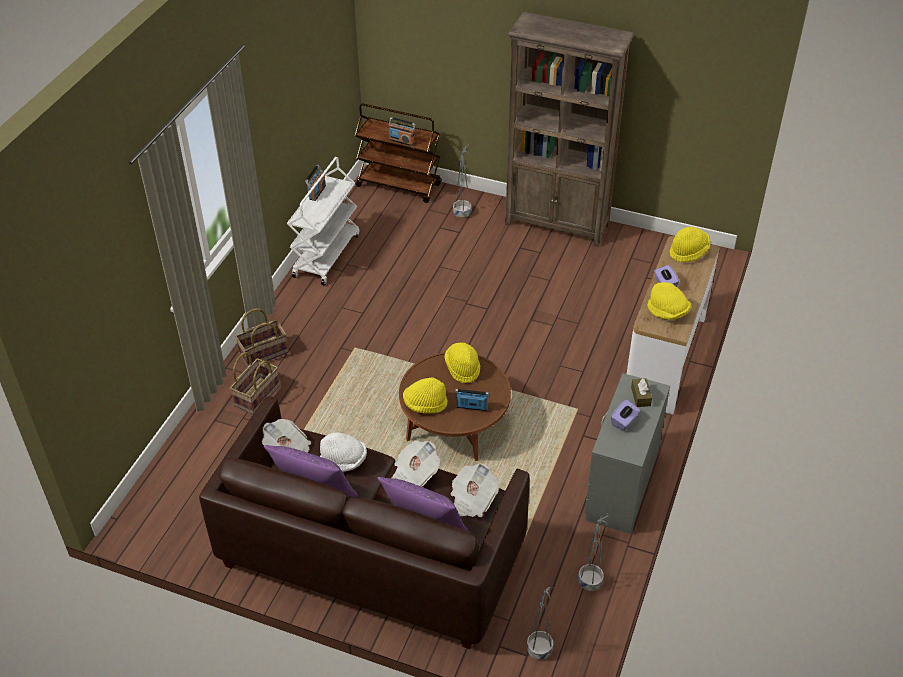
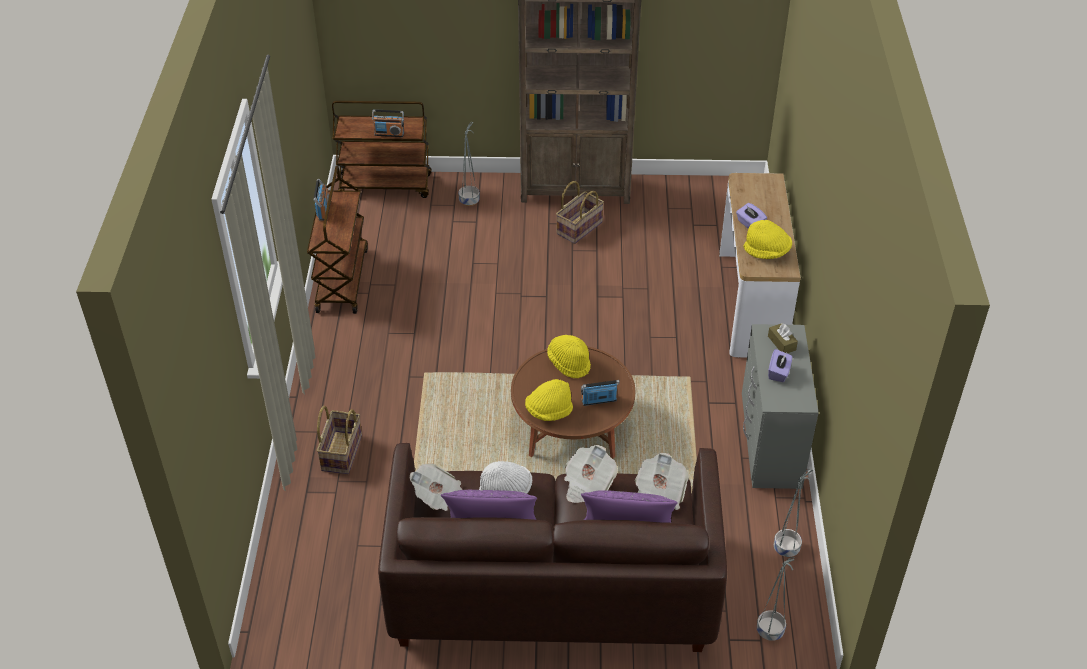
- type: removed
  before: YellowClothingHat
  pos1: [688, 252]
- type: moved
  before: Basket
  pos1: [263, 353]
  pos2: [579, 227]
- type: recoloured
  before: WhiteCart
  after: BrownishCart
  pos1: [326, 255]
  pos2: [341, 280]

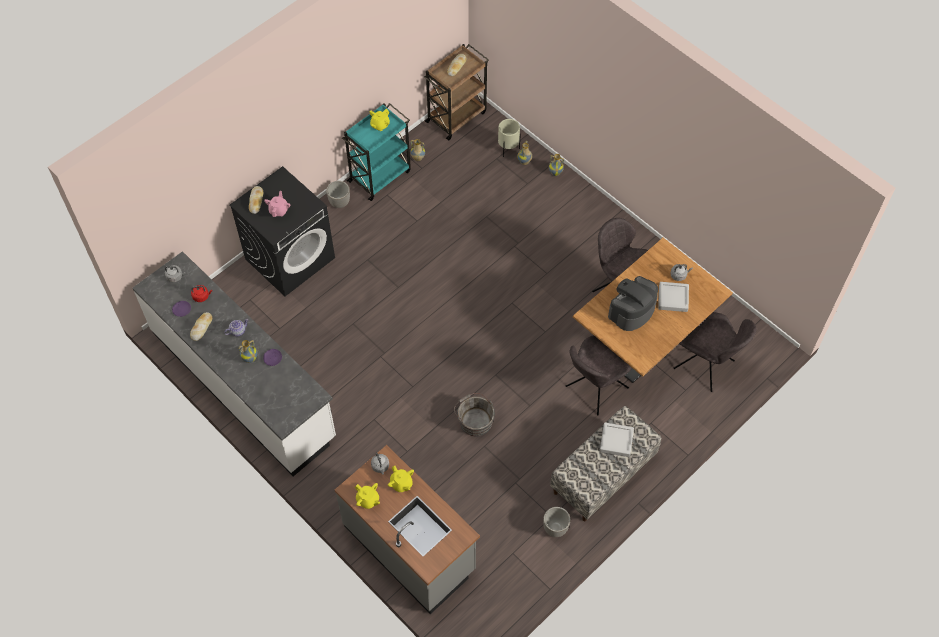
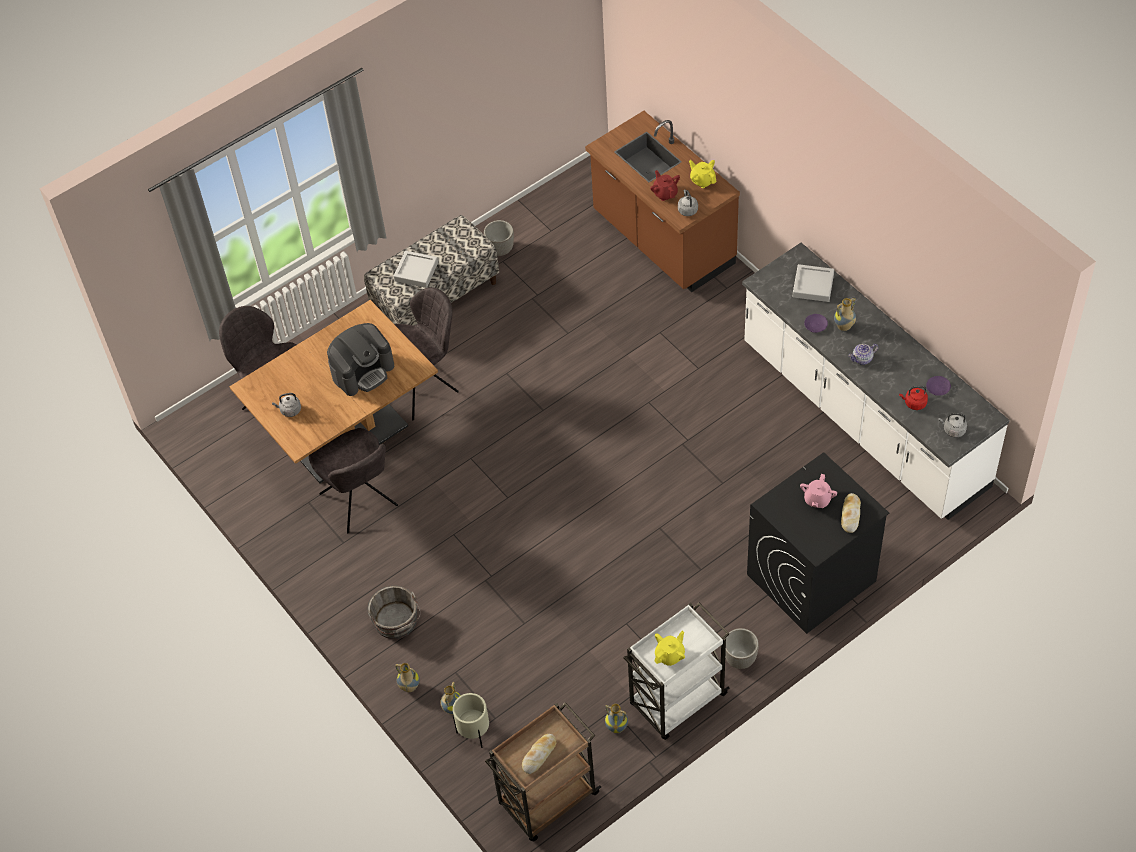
- type: removed
  before: BakedBread
  pos1: [201, 328]
- type: moved
  before: GreyBucket
  pos1: [474, 420]
  pos2: [397, 622]
- type: moved
  before: GreyTray
  pos1: [673, 298]
  pos2: [813, 286]
- type: recoloured
  before: GreyCounter
  after: BrownishCounter
  pos1: [410, 548]
  pos2: [662, 240]
- type: recoloured
  before: BlueGreenCart
  after: WhiteCart
  pos1: [380, 175]
  pos2: [677, 701]
- type: recoloured
  before: YellowTeapot
  after: RedColouredTeapot
  pos1: [401, 483]
  pos2: [665, 193]

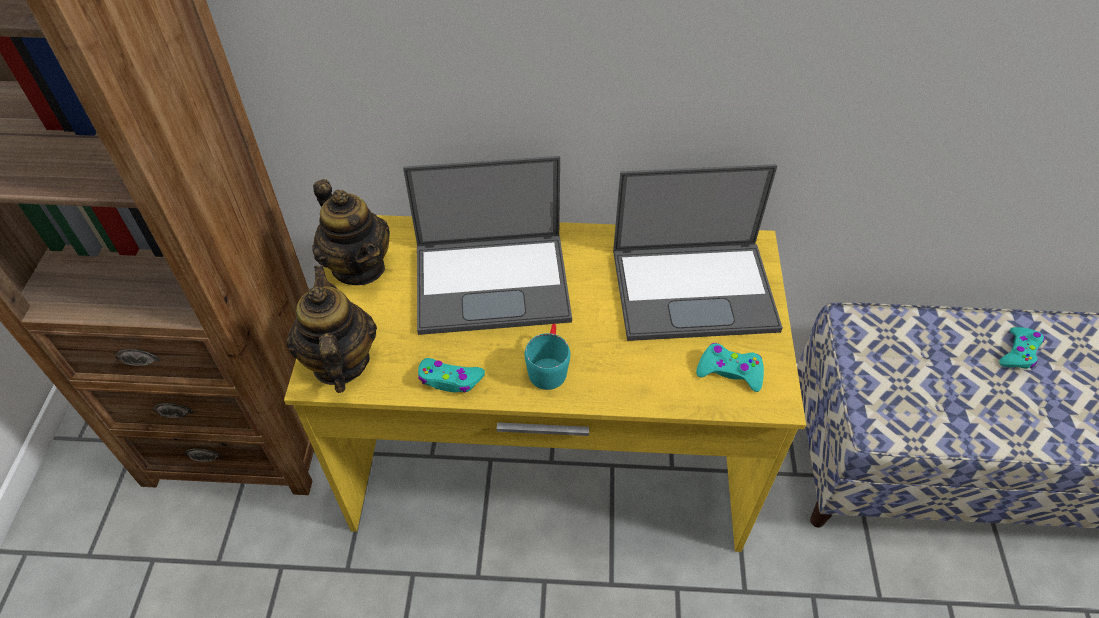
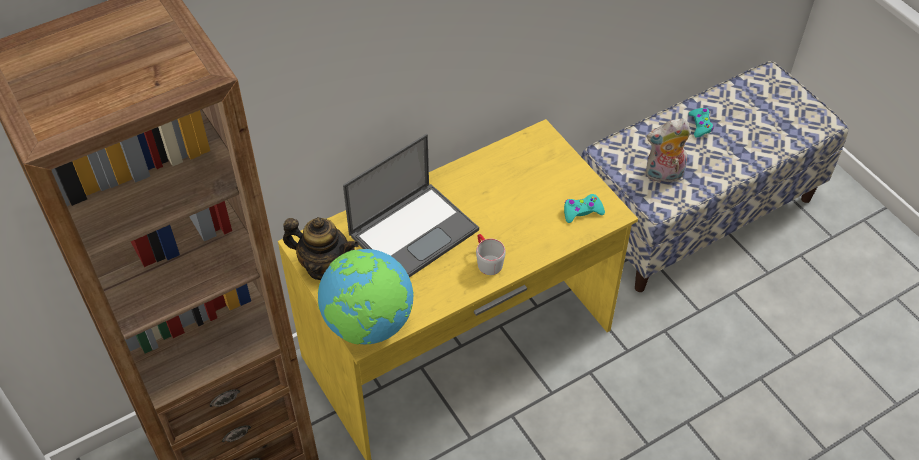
- type: removed
  before: BlueGreenGamepad
  pos1: [450, 380]
- type: removed
  before: NotebookComputer
  pos1: [695, 289]
- type: added
  after: CuddlyToy
  pos2: [663, 175]
- type: replaced
  before: Teapot
  after: Globe
  pos1: [340, 362]
  pos2: [368, 324]
- type: recoloured
  before: BlueGreenMug
  after: GreyMug
  pos1: [548, 366]
  pos2: [487, 260]

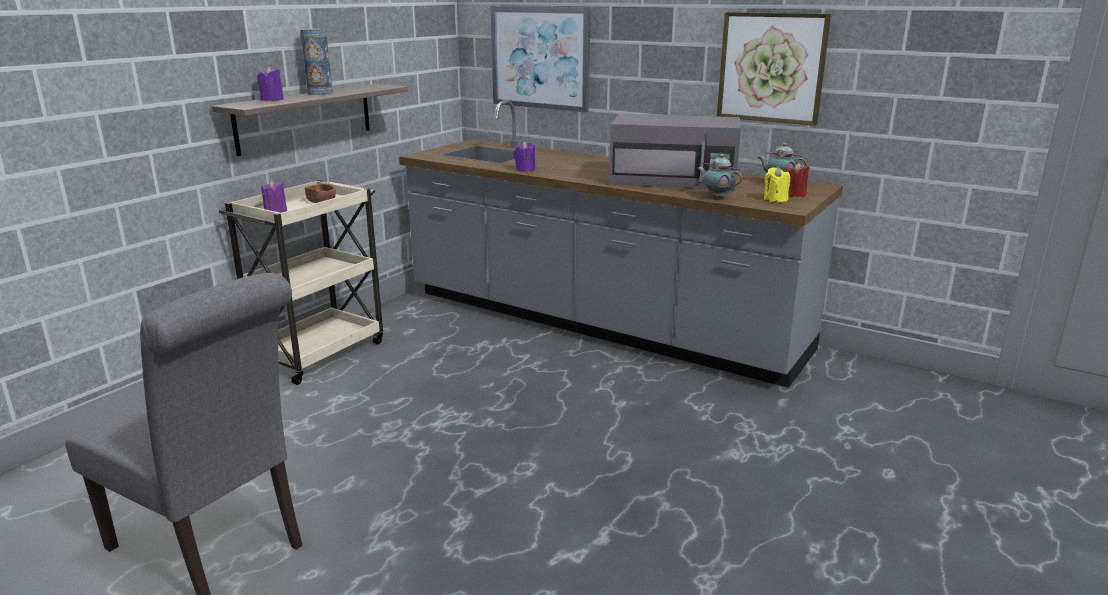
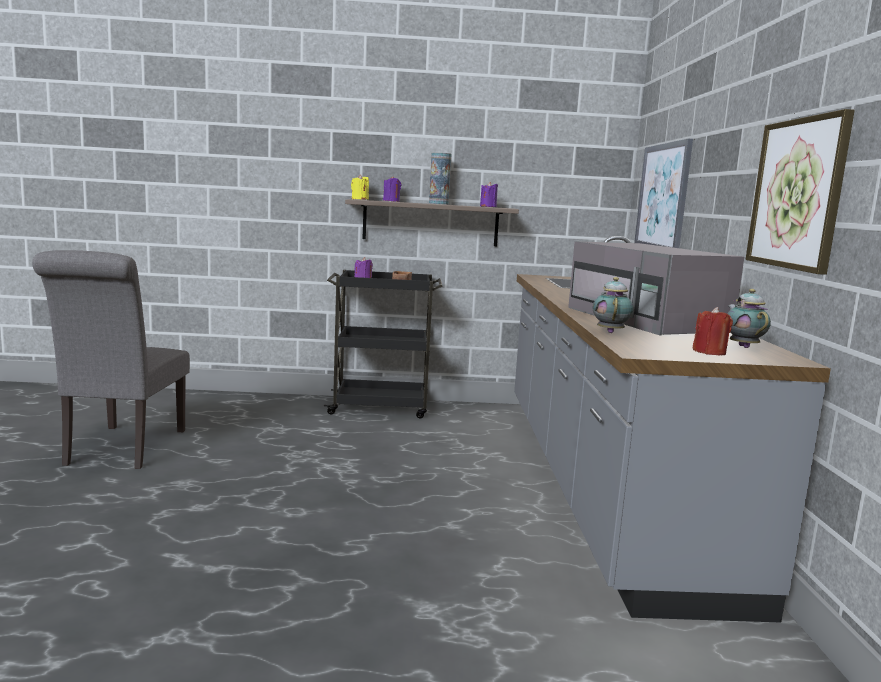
- type: moved
  before: PurplishCandle
  pos1: [525, 170]
  pos2: [488, 206]
- type: moved
  before: YellowCandle
  pos1: [775, 200]
  pos2: [360, 199]
- type: recoloured
  before: BeigeColouredCart
  after: BlackCart
  pos1: [319, 352]
  pos2: [381, 407]

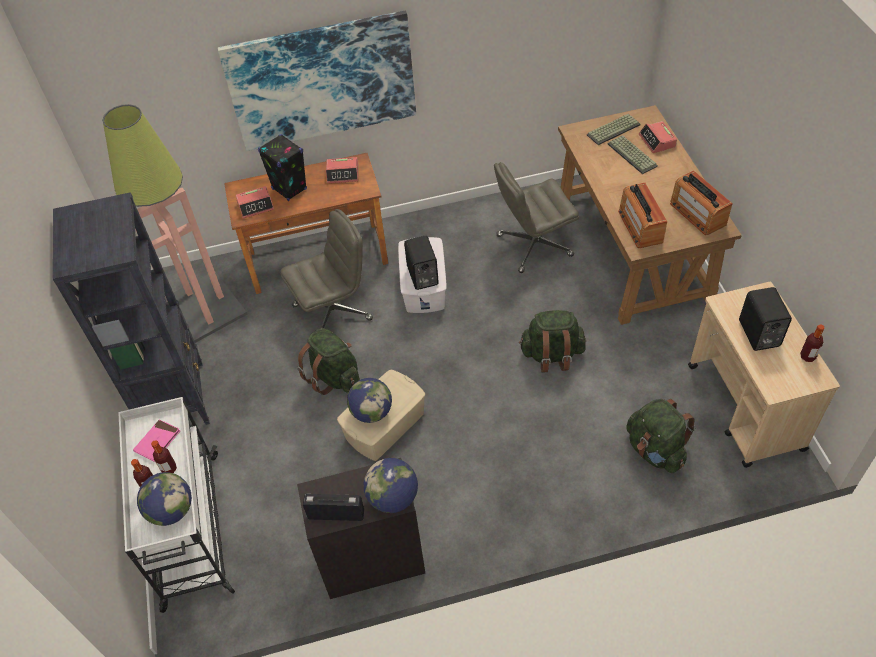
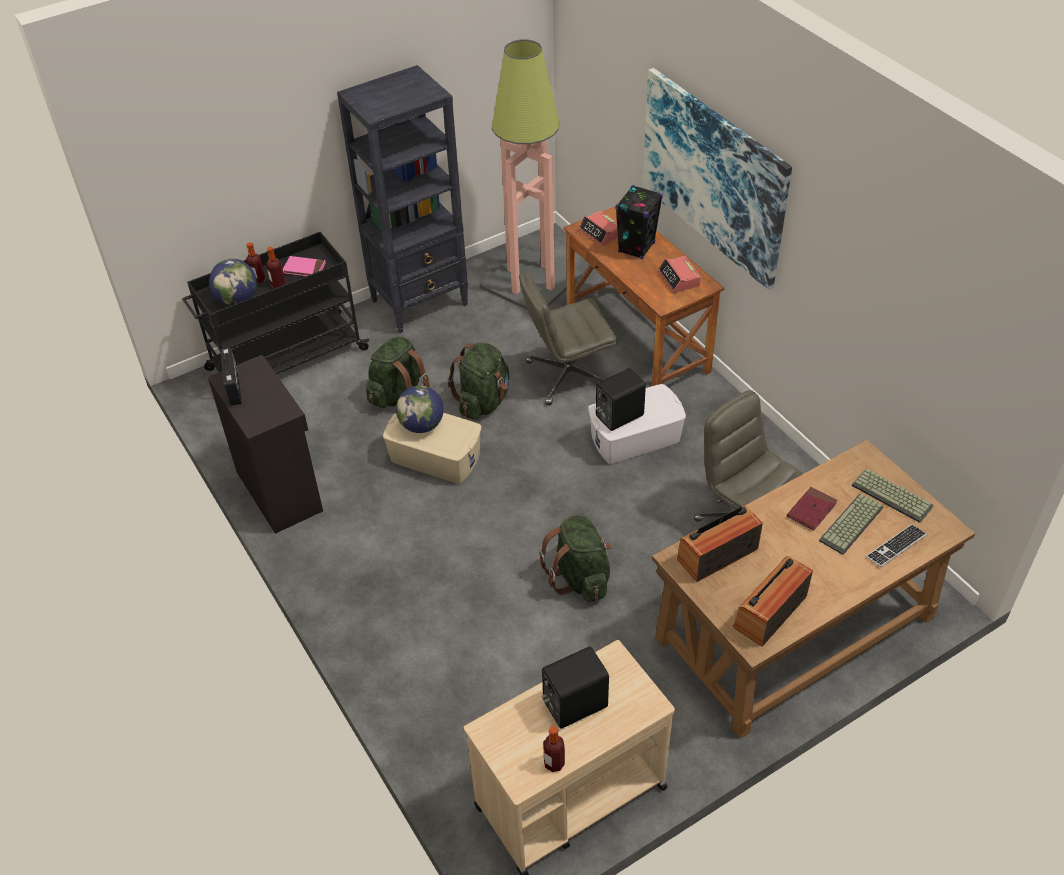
- type: removed
  before: Globe
  pos1: [393, 498]
- type: added
  after: RedColouredVolume
  pos2: [811, 510]
- type: moved
  before: GreenishRucksack
  pos1: [655, 450]
  pos2: [398, 394]
- type: replaced
  before: BedsideClock
  after: ComputerKeyboard
  pos1: [657, 141]
  pos2: [896, 546]
- type: recoloured
  before: WhiteCart
  after: BlackCart
  pos1: [191, 531]
  pos2: [285, 360]
- type: turned
  before: GreyComputerChair
  pos1: [333, 312]
  pos2: [567, 376]
  turn: 120

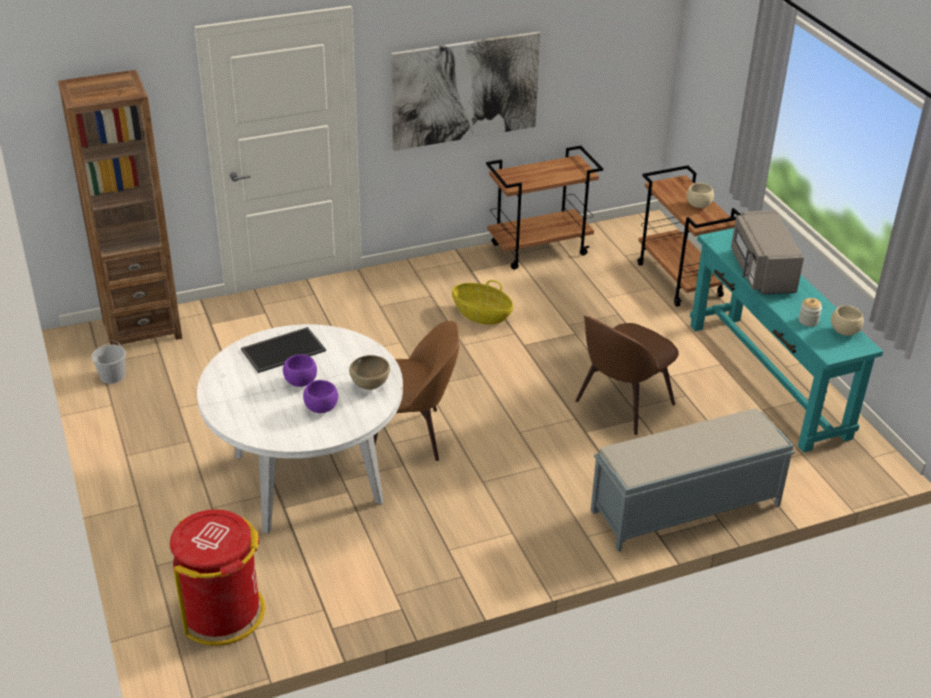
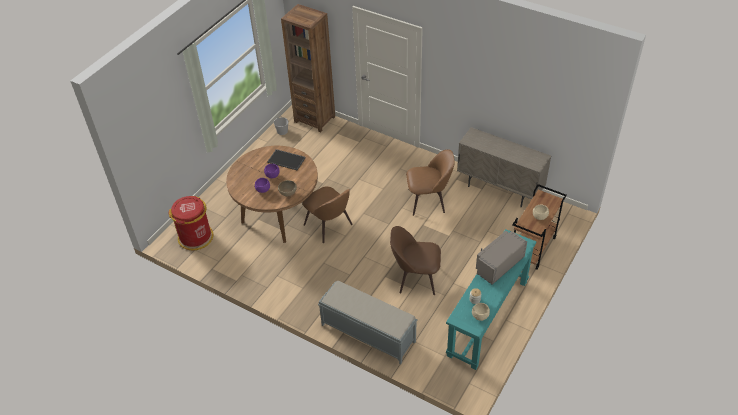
- type: removed
  before: WallPicture
  pos1: [465, 90]
- type: replaced
  before: Basket
  after: BrownishUprightChair
  pos1: [481, 315]
  pos2: [428, 200]
- type: replaced
  before: BrownishCart
  after: BeigeColouredCabinet
  pos1: [540, 249]
  pos2: [499, 189]
- type: recoloured
  before: WhiteKitchenTable
  after: BrownishKitchenTable
  pos1: [307, 479]
  pos2: [278, 215]

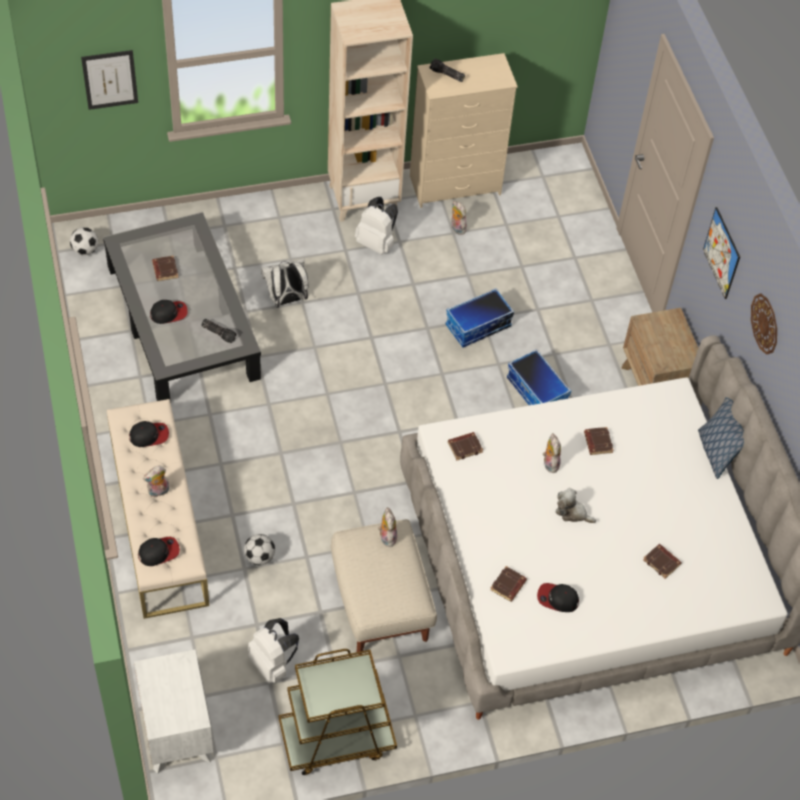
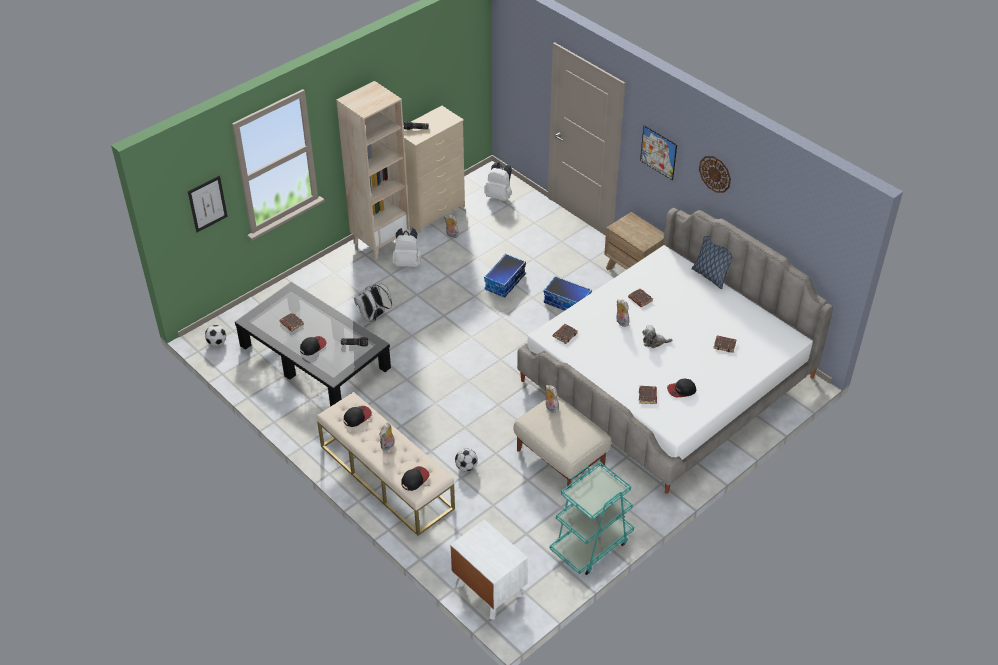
- type: moved
  before: WhiteRucksack
  pos1: [272, 664]
  pos2: [499, 196]
- type: recoloured
  before: BrownishCart
  after: BlueGreenCart
  pos1: [336, 738]
  pos2: [591, 545]

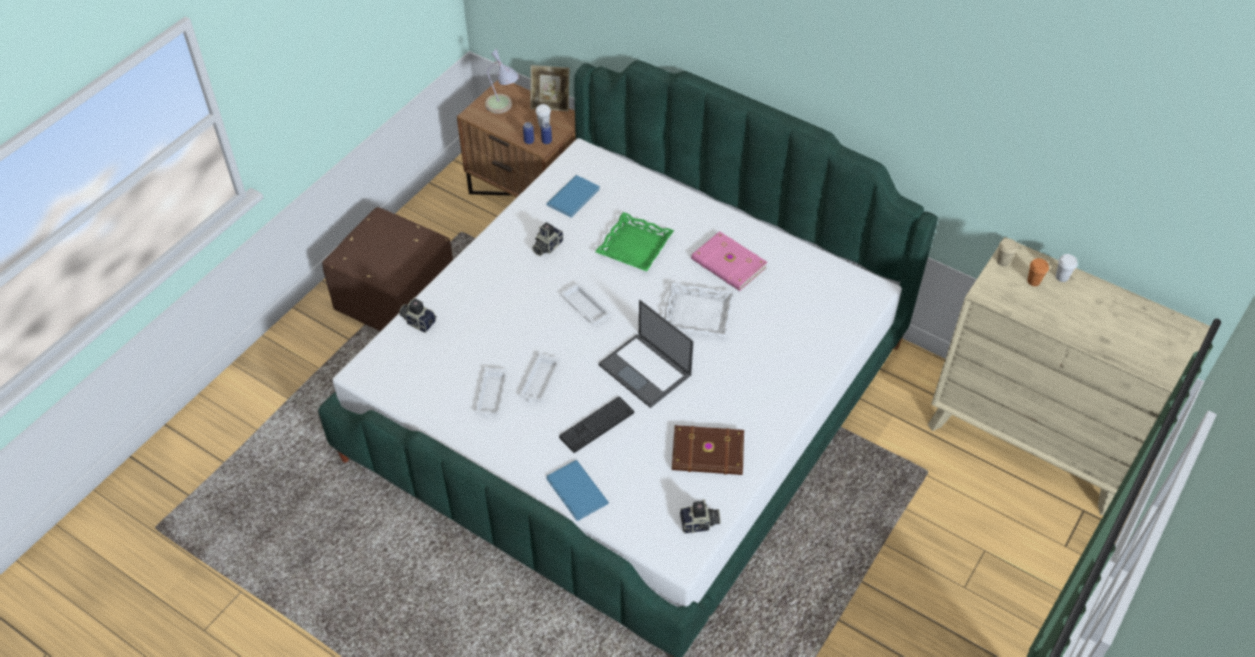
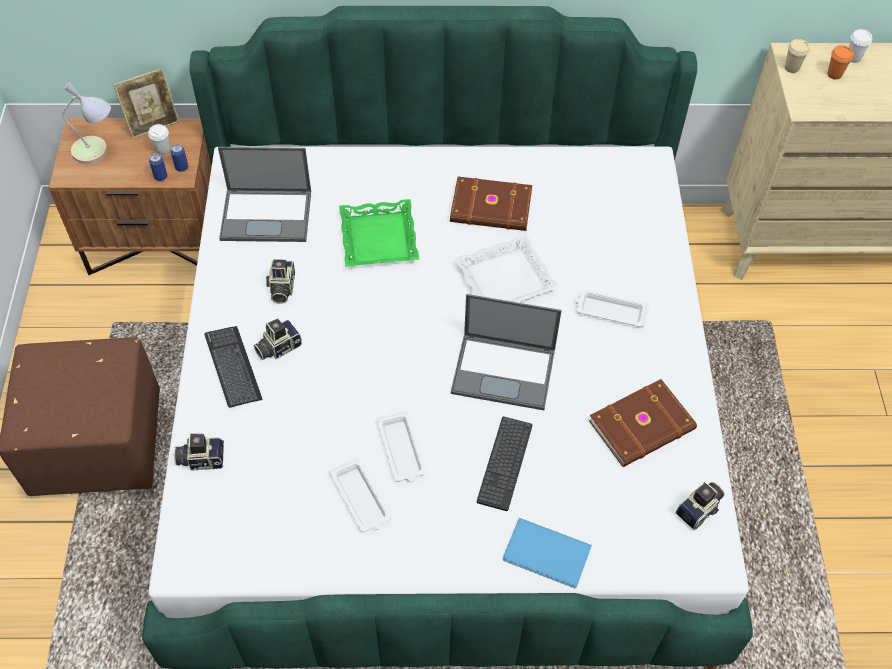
- type: added
  after: ComputerKeyboard
  pos2: [233, 367]
- type: added
  after: PhotoCamera
  pos2: [277, 347]
- type: moved
  before: WhiteTray
  pos1: [584, 306]
  pos2: [610, 311]
- type: replaced
  before: BlueVolume
  after: NotebookComputer
  pos1: [575, 197]
  pos2: [267, 215]
- type: recoloured
  before: PinkVolume
  after: BrownishVolume
  pos1: [728, 264]
  pos2: [491, 208]

